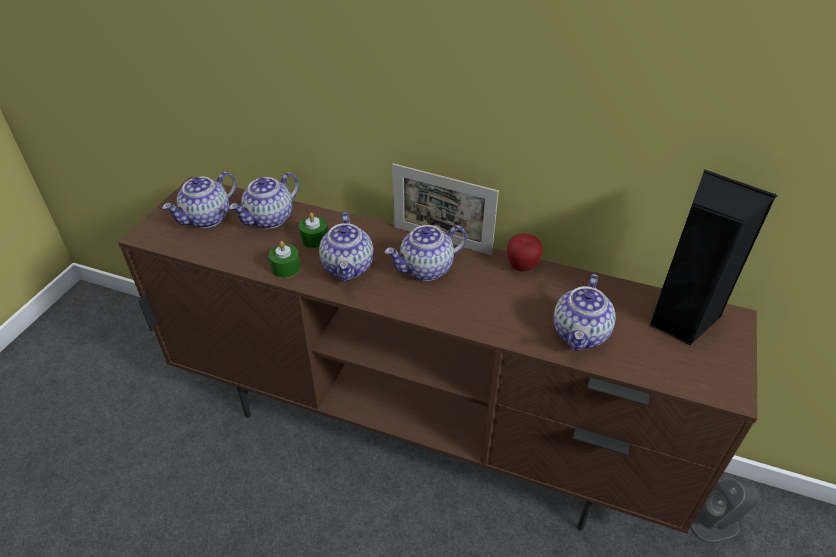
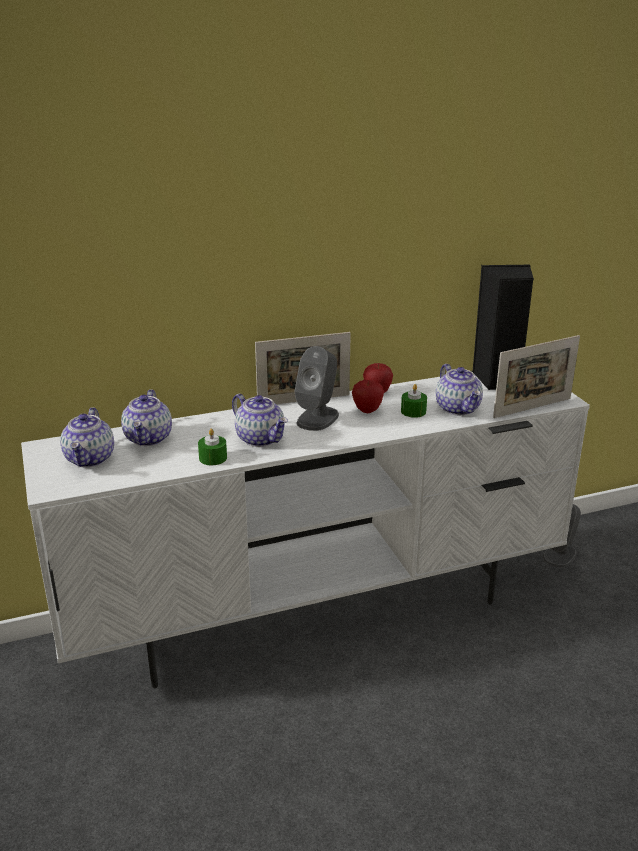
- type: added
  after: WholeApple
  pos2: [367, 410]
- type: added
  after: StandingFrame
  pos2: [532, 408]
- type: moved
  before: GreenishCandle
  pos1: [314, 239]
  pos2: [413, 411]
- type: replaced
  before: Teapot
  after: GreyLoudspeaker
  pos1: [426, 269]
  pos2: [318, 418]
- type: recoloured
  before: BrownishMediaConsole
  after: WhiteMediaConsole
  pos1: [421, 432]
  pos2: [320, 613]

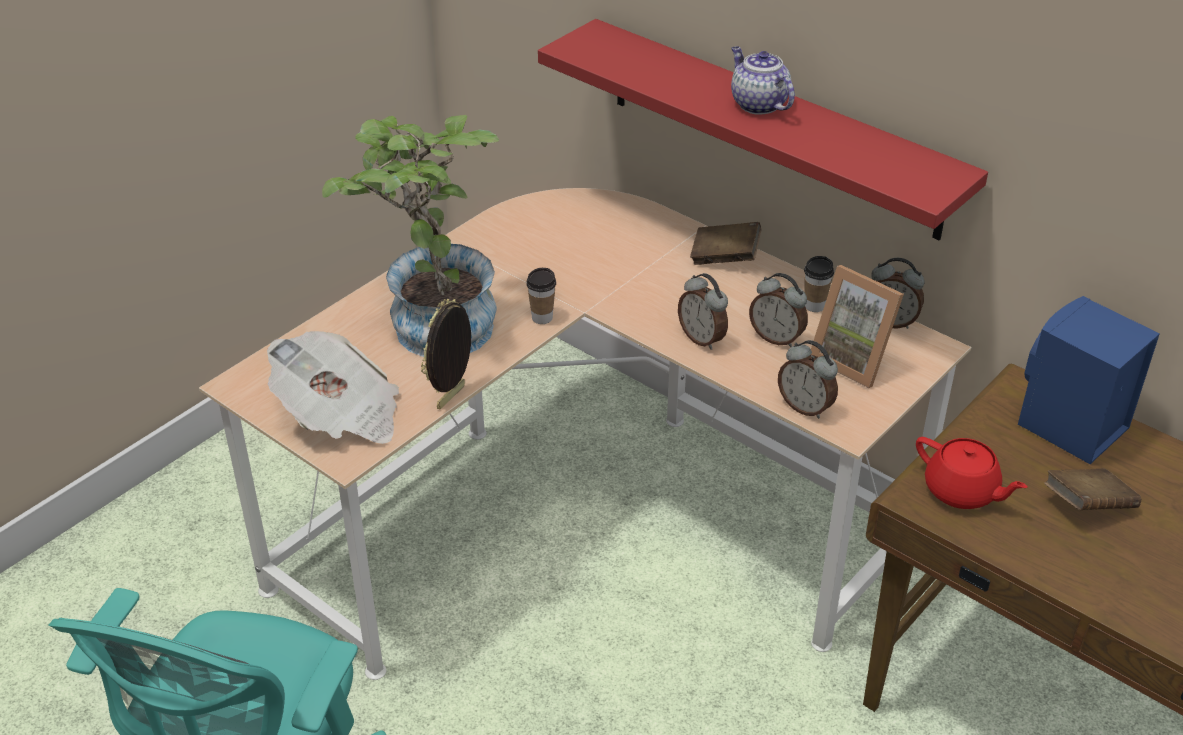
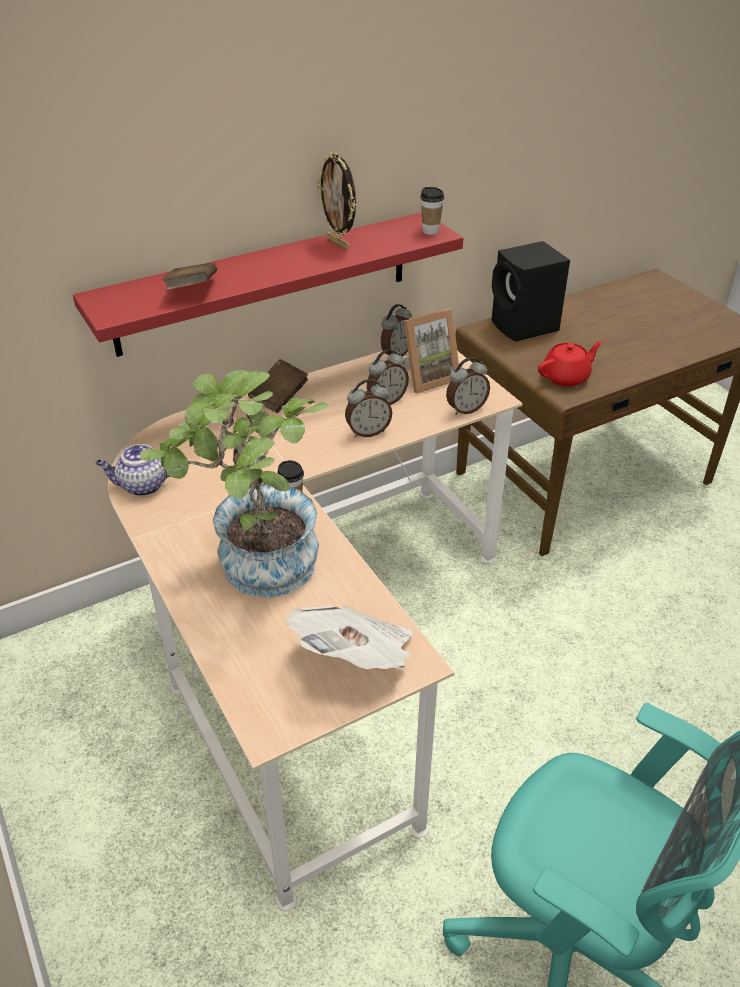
- type: moved
  before: StandingFrame
  pos1: [452, 398]
  pos2: [339, 243]
- type: moved
  before: Teapot
  pos1: [757, 104]
  pos2: [143, 486]
- type: moved
  before: Cup
  pos1: [814, 306]
  pos2: [430, 231]
- type: moved
  before: BrownishVolume
  pos1: [1087, 505]
  pos2: [192, 291]
- type: recoloured
  before: BlueLoudspeaker
  after: BlackLoudspeaker
  pos1: [1069, 428]
  pos2: [525, 327]

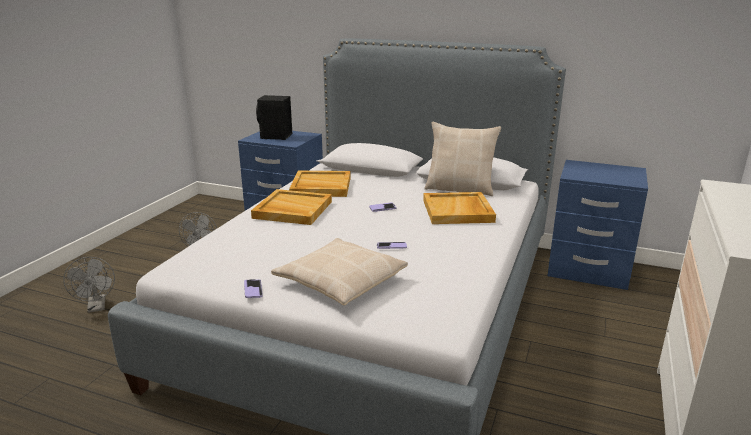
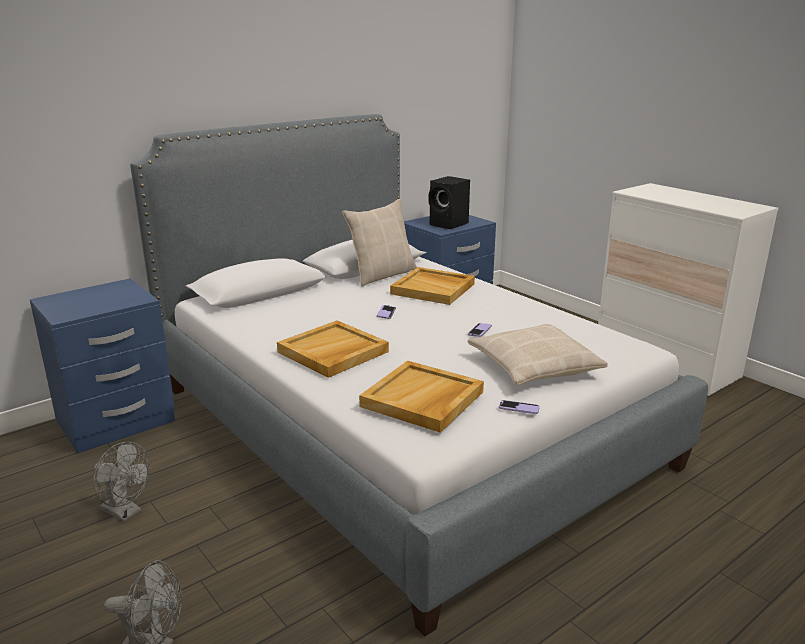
- type: moved
  before: BlackLoudspeaker
  pos1: [275, 136]
  pos2: [449, 224]
- type: moved
  before: BeigeColouredTray
  pos1: [320, 187]
  pos2: [422, 400]

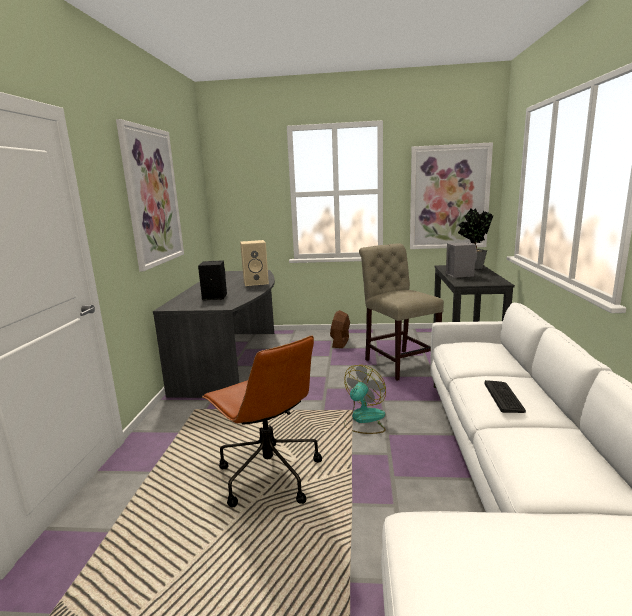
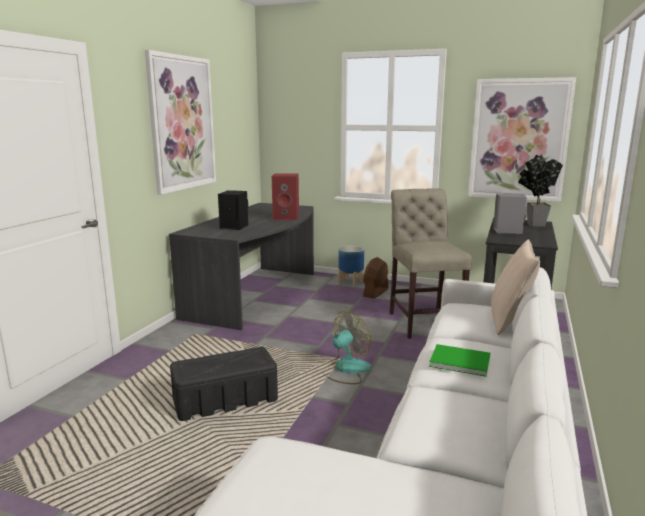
- type: added
  after: FlowerPot
  pos2: [351, 282]
- type: added
  after: BeigeColouredThrowPillow
  pos2: [509, 320]
- type: replaced
  before: BrownishComputerChair
  after: BlackStorageBin
  pos1: [268, 474]
  pos2: [224, 400]
- type: replaced
  before: ComputerKeyboard
  after: GreenishVolume
  pos1: [504, 397]
  pos2: [458, 361]
- type: recoloured
  before: BeigeColouredLoudspeaker
  after: RedColouredLoudspeaker
  pos1: [256, 282]
  pos2: [286, 217]

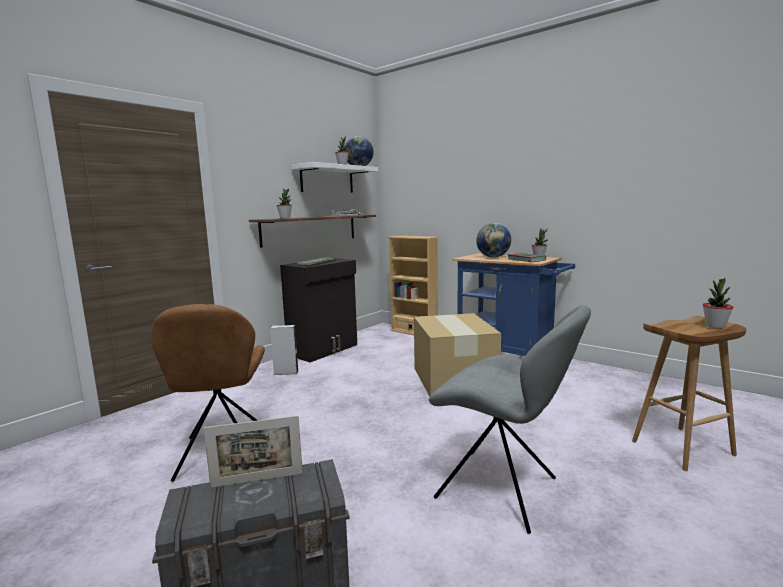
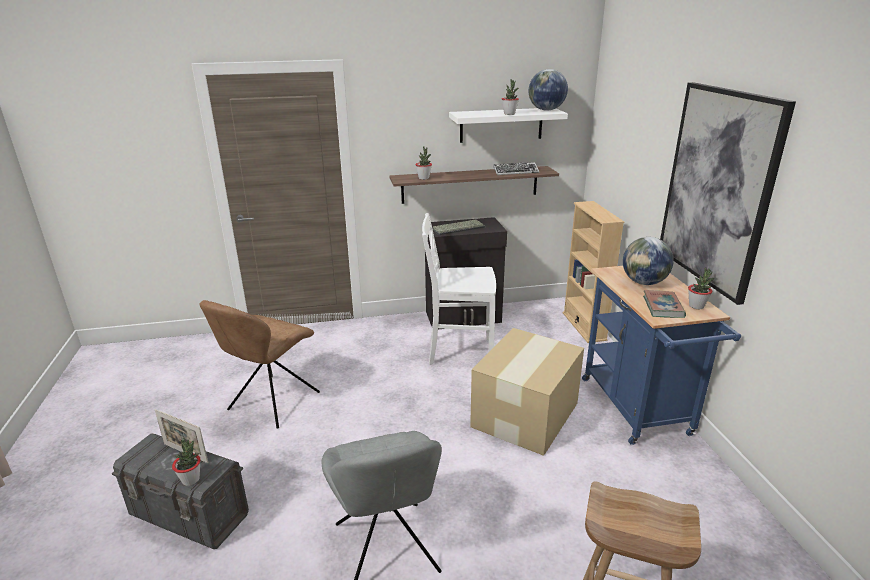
- type: removed
  before: GreyLoudspeaker
  pos1: [286, 372]
- type: added
  after: WhiteUprightChair
  pos2: [459, 351]
- type: added
  after: WallPicture
  pos2: [717, 189]
- type: moved
  before: Houseplant
  pos1: [715, 326]
  pos2: [191, 479]

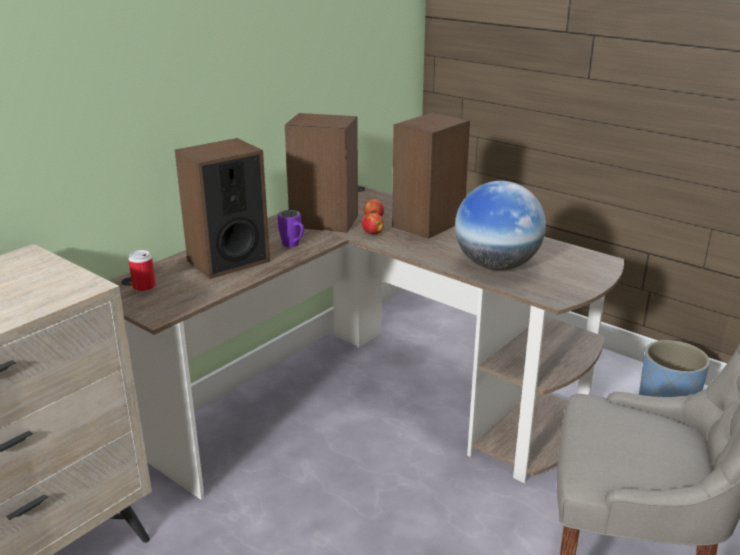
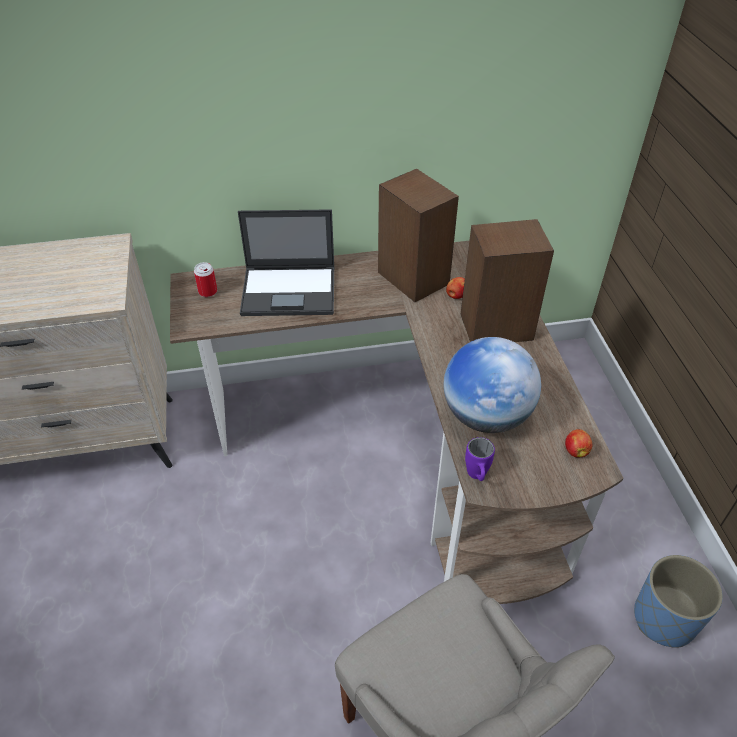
- type: moved
  before: PurplishMug
  pos1: [293, 246]
  pos2: [477, 477]
- type: moved
  before: WholeApple
  pos1: [372, 233]
  pos2: [575, 450]
- type: replaced
  before: Loudspeaker
  after: NotebookComputer
  pos1: [228, 261]
  pos2: [290, 291]

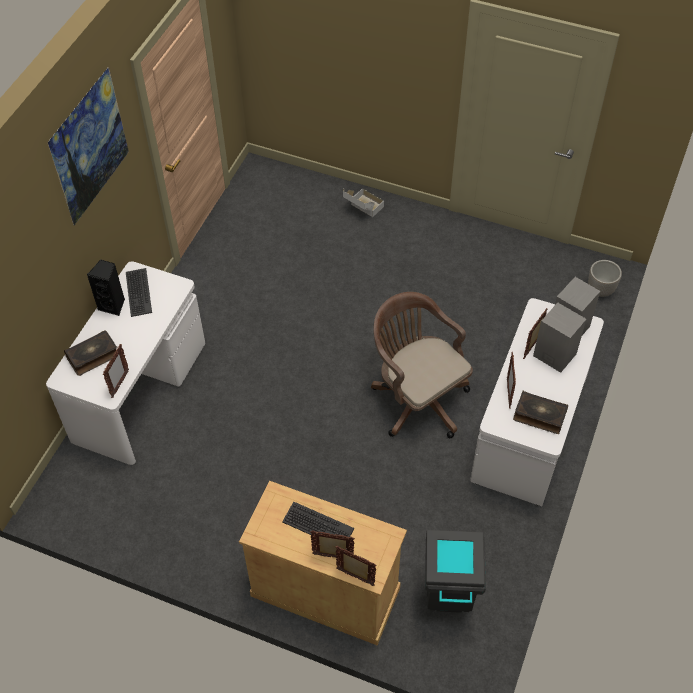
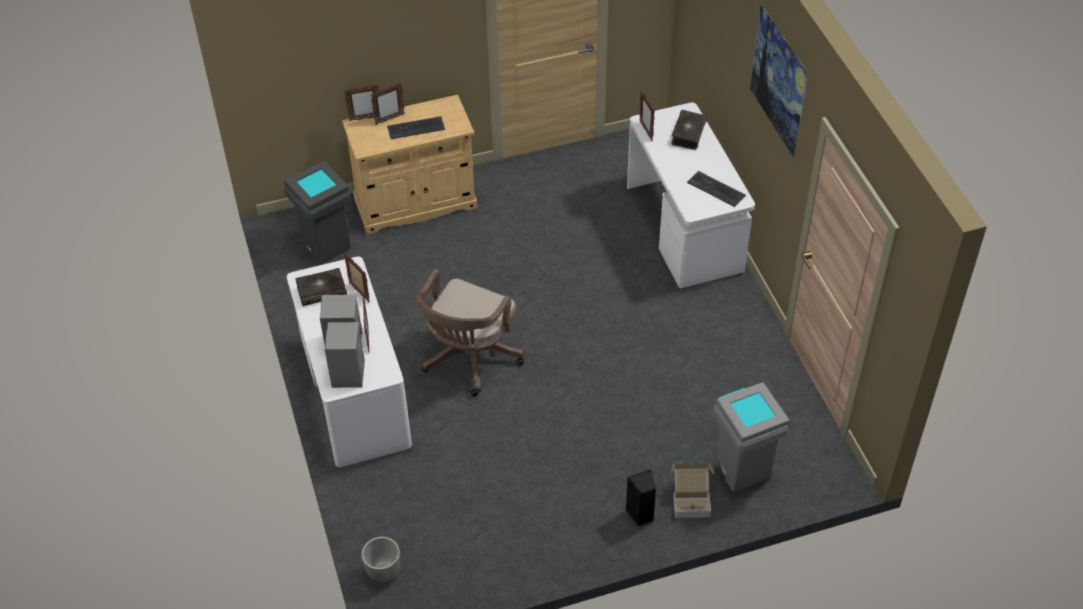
- type: added
  after: GreyWasteBin
  pos2: [740, 469]
- type: moved
  before: BlackLoudspeaker
  pos1: [113, 305]
  pos2: [640, 514]
- type: turned
  before: BrownishComputerChair
  pos1: [416, 398]
  pos2: [469, 359]
  turn: 105

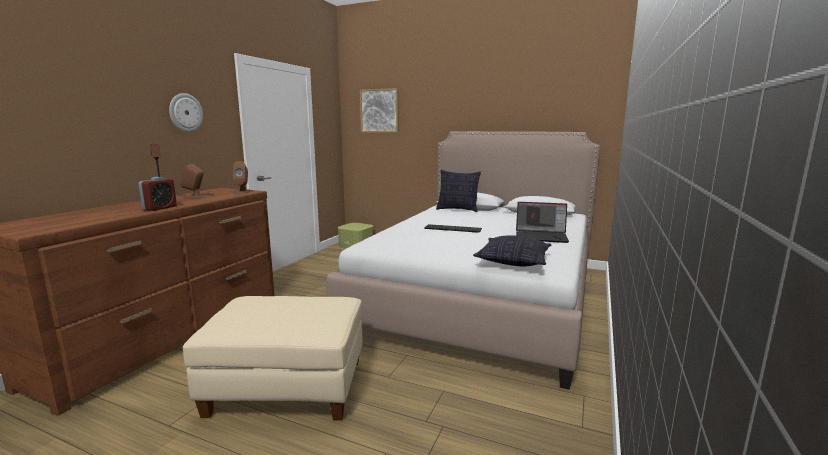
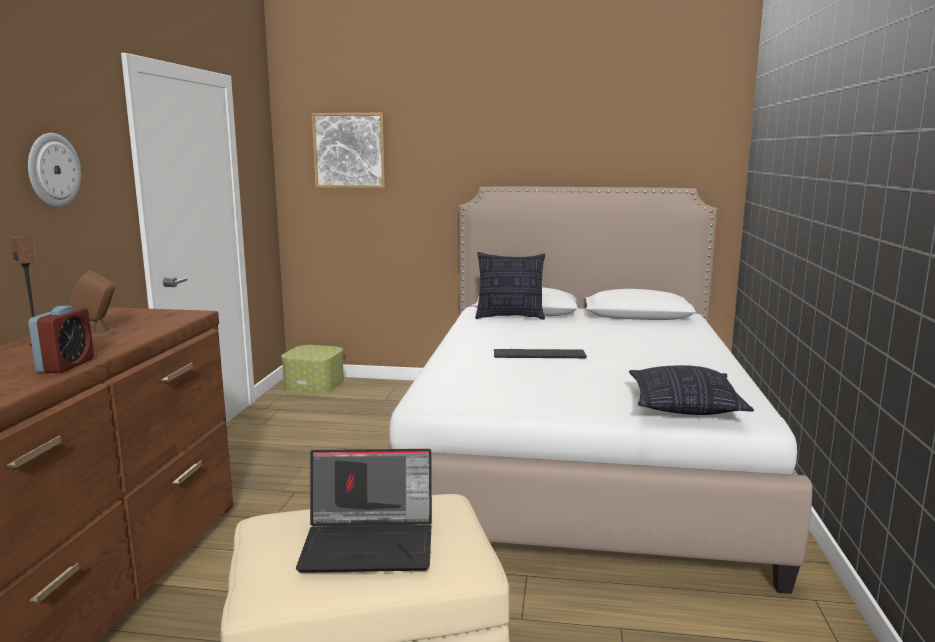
- type: removed
  before: BrownishLoudspeaker
  pos1: [242, 192]
- type: moved
  before: NotebookComputer
  pos1: [541, 236]
  pos2: [370, 543]

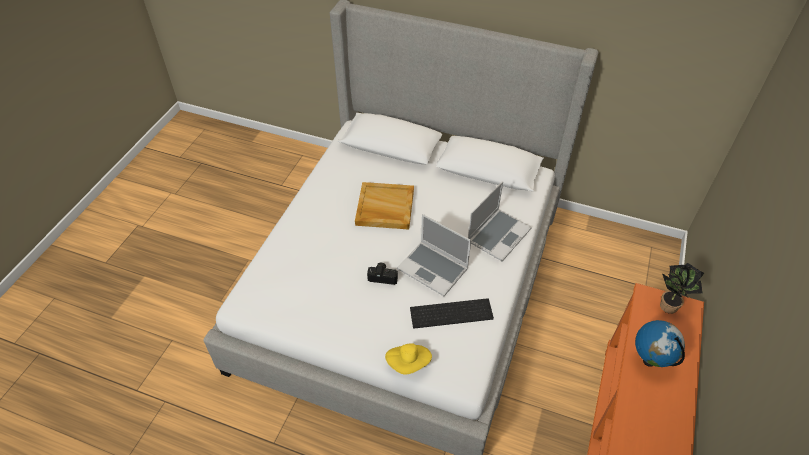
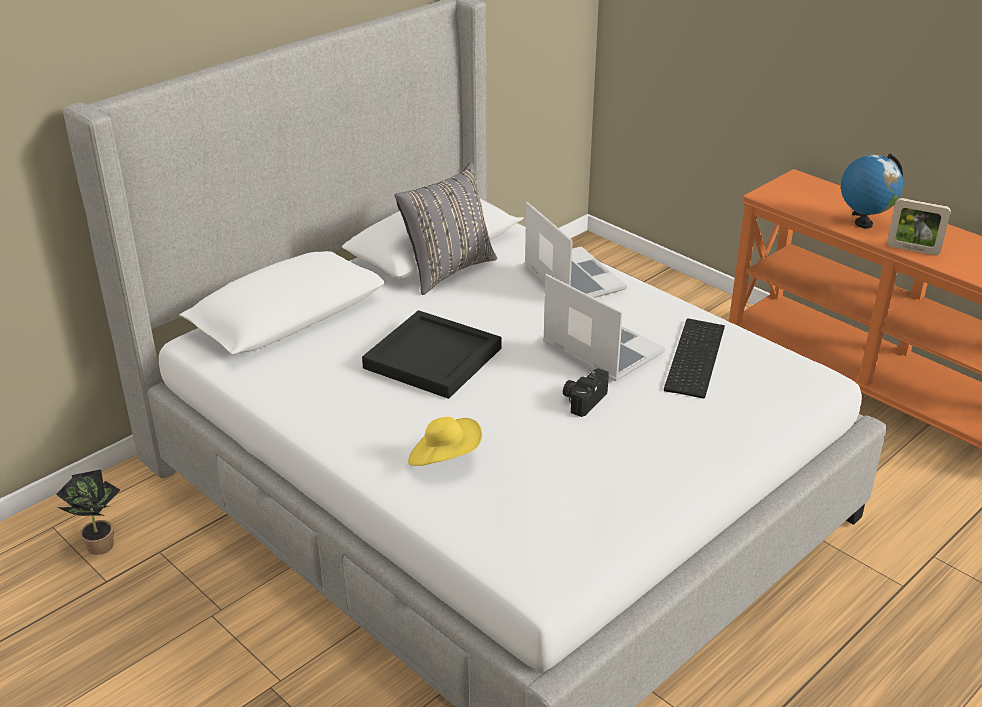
- type: added
  after: GreyThrowPillow
  pos2: [447, 270]
- type: added
  after: StandingFrame
  pos2: [913, 249]
- type: moved
  before: YellowClothingHat
  pos1: [409, 363]
  pos2: [445, 459]
- type: moved
  before: Houseplant
  pos1: [669, 304]
  pos2: [98, 543]
- type: recoloured
  before: BeigeColouredTray
  after: BlackTray
  pos1: [384, 208]
  pos2: [433, 359]
- type: turned
  before: NotebookComputer
  pos1: [434, 269]
  pos2: [600, 348]
  turn: -105

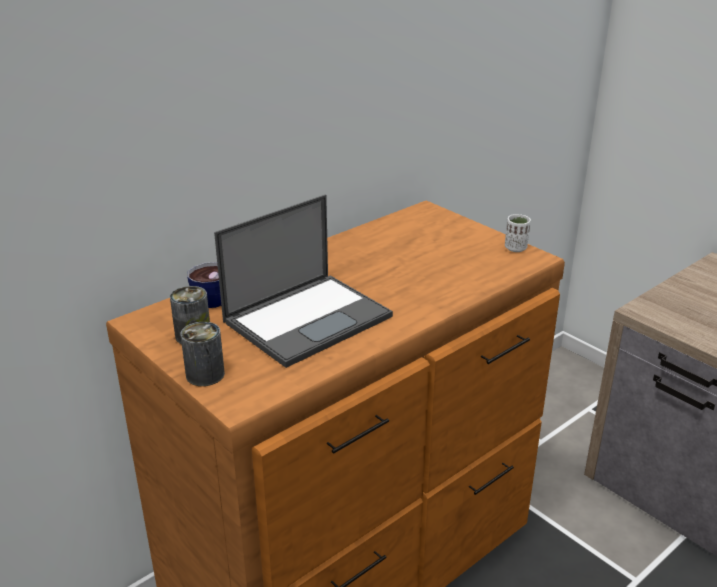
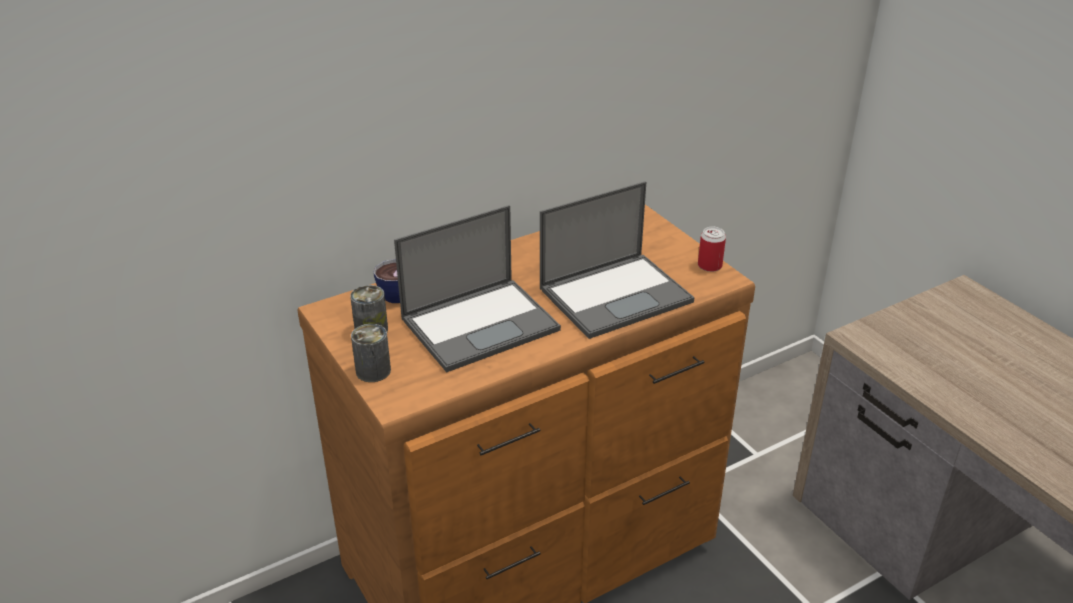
- type: added
  after: NotebookComputer
  pos2: [616, 294]
- type: replaced
  before: WhiteCup
  after: SealedCan
  pos1: [515, 248]
  pos2: [709, 266]

